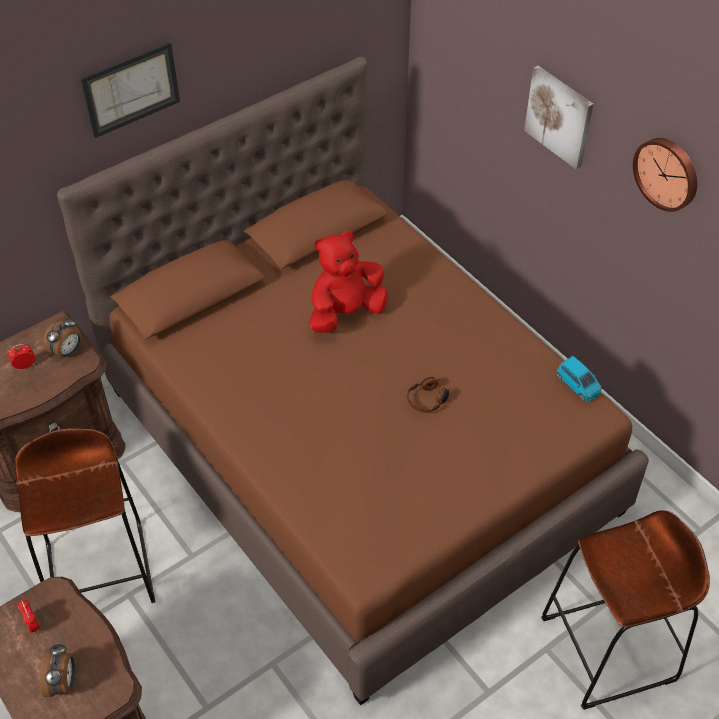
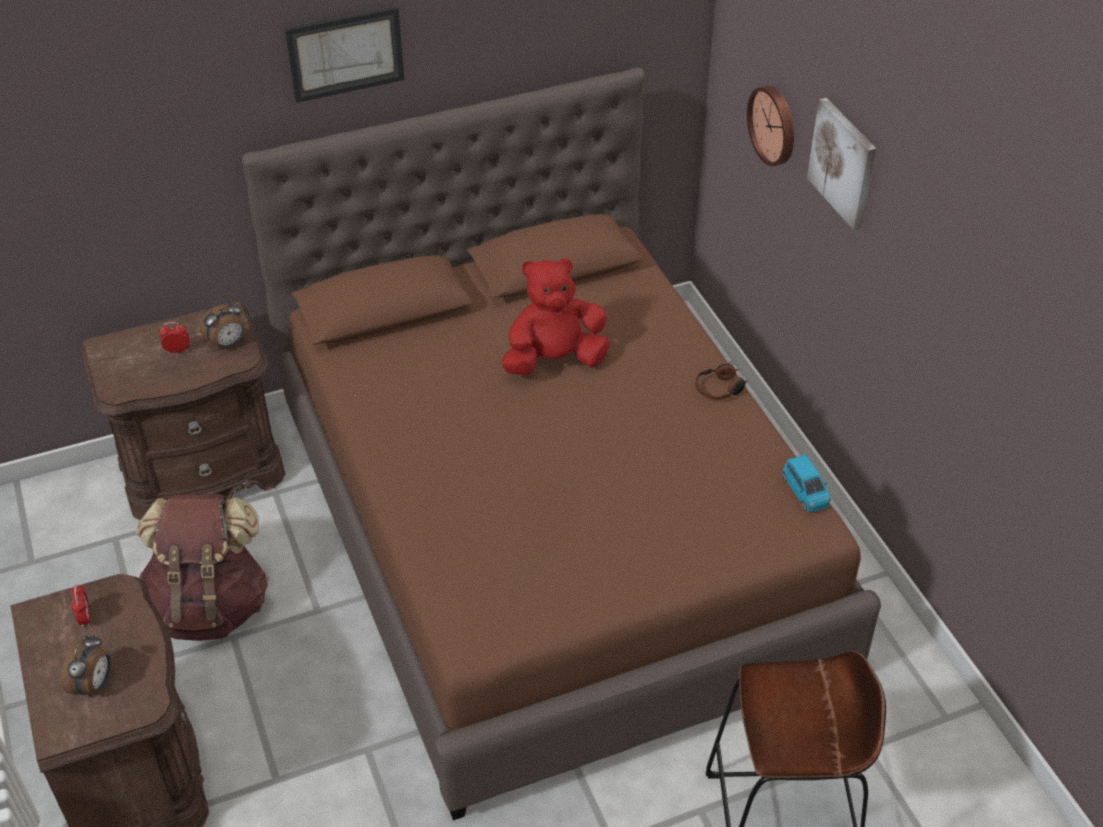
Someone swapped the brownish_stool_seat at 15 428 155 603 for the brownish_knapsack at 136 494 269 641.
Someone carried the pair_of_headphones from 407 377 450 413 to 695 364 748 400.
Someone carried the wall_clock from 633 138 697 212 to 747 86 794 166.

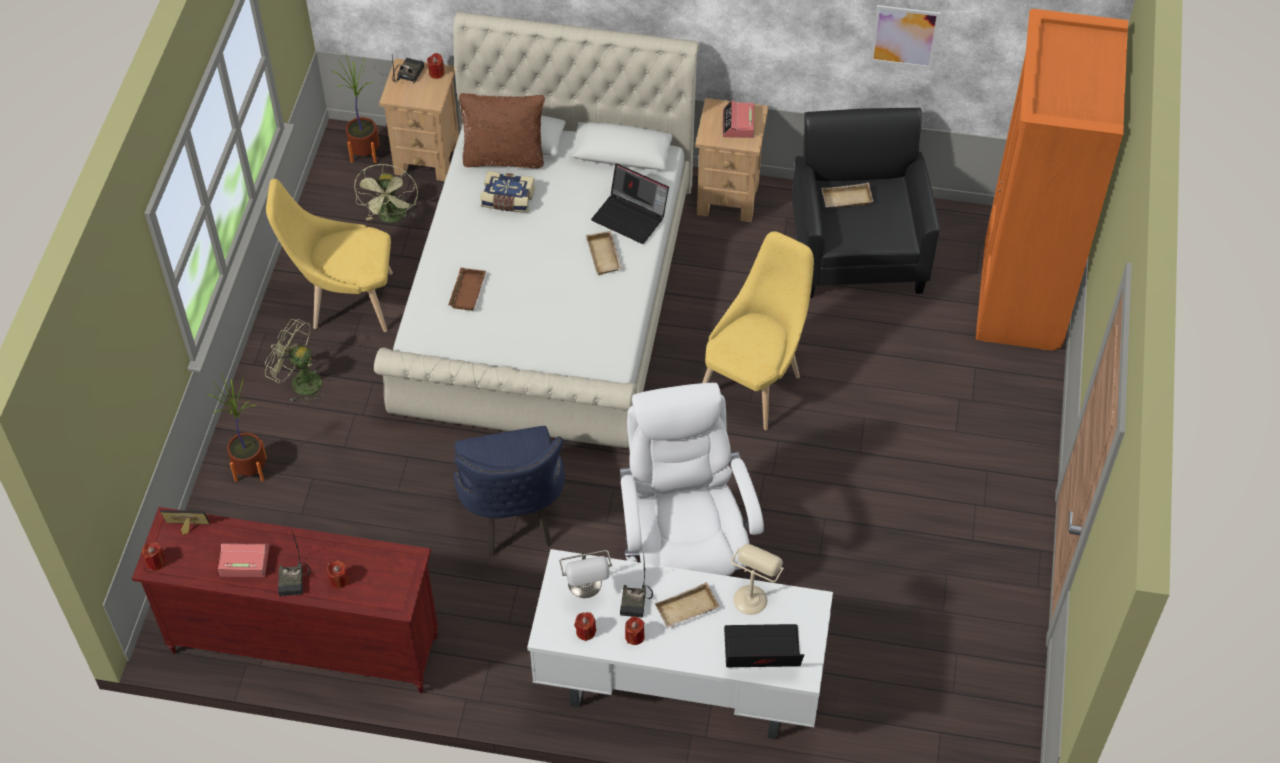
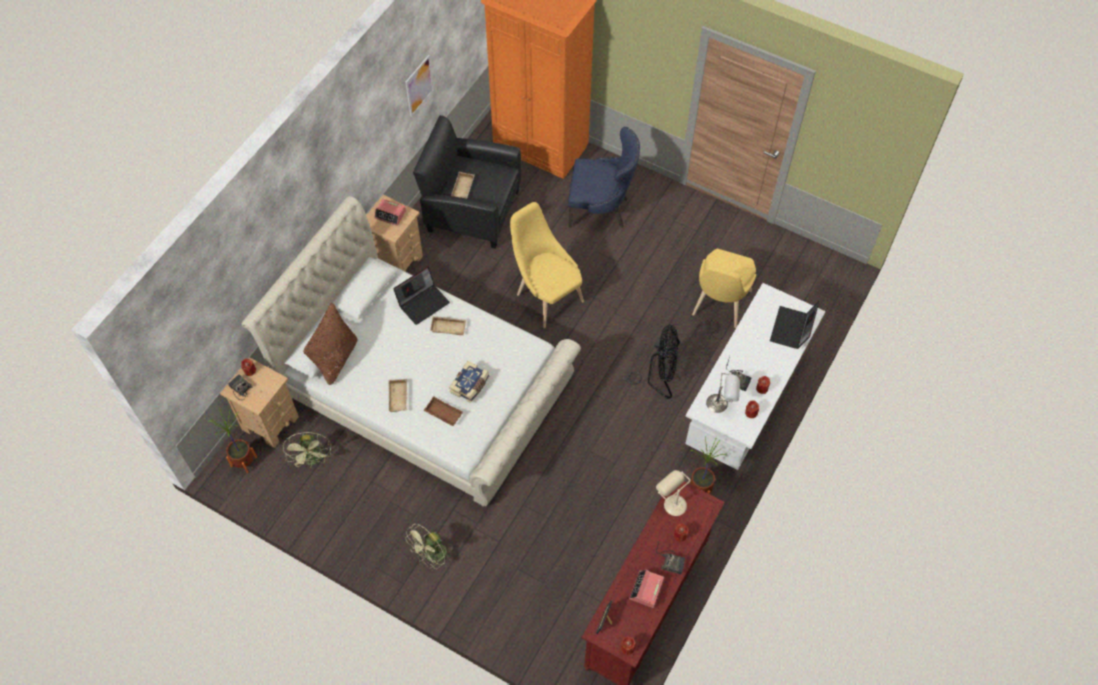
Someone rotated the green-coloured_electric_fan at 354 164 418 223 by 60 degrees clockwise.
Someone carried the beige_serving_tray from 654 582 720 628 to 389 379 407 412.
Someone carried the bound_book from 480 171 535 213 to 449 361 489 403.
Someone carried the blue_chair from 454 426 565 557 to 568 127 640 228.
Someone swapped the whitish_office_chair at 620 383 764 576 for the blackish_electric_fan at 624 324 680 400.
Someone carried the beige_tabletop_lamp from 731 544 784 615 to 656 470 690 516.
Someone carried the potted_plant from 206 374 267 482 to 690 436 726 494.
Someone carried the yellow_chair from 266 179 393 332 to 692 249 756 328.

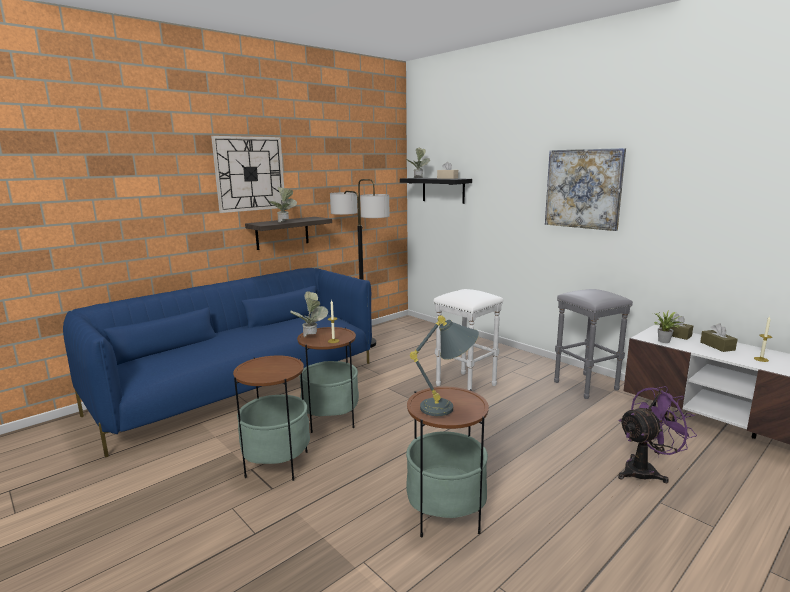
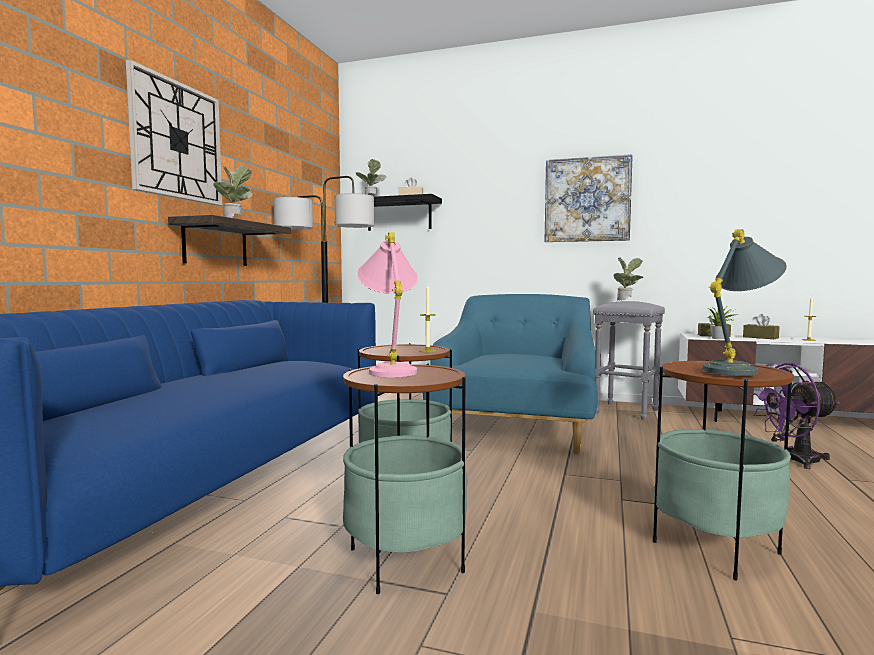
Someone put down the pink_tabletop_lamp at 357 232 418 378.
Someone swapped the whitish_stool_seat at 434 289 503 390 for the blue_lounge_chair at 423 294 598 454.
Someone carried the potted_plant from 290 291 328 337 to 614 258 643 301.
Someone rotated the purple_electric_fan at 618 386 697 483 by 135 degrees counterclockwise.

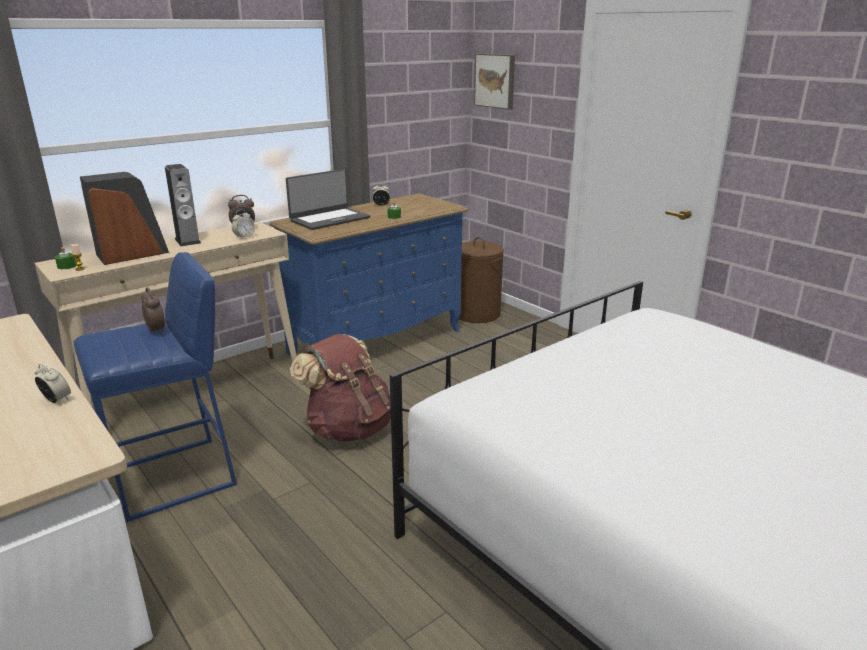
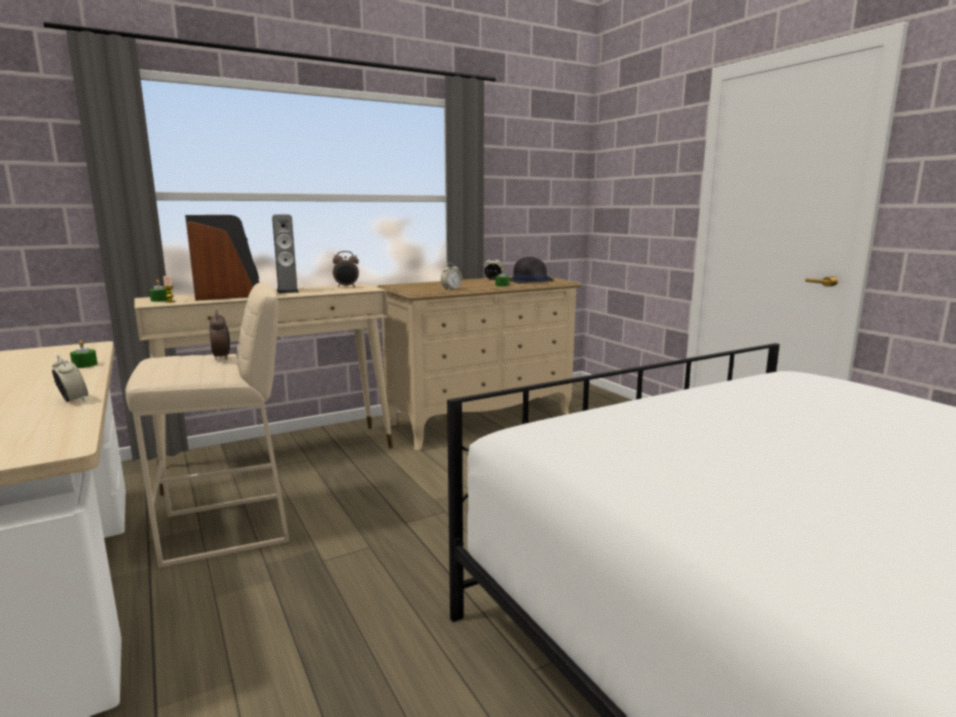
Someone put down the green-coloured_candle at 70 340 98 368.
Someone repainted the blue_stool_seat at 74 252 237 522, which became the beige_stool_seat at 126 282 289 568.
Someone repainted the blue_chest_of_drawers at 269 194 468 355, which became the beige_chest_of_drawers at 377 276 582 450.
Someone carried the table_clock from 232 210 255 239 to 441 263 462 289.
Someone put down the blackish_clothing_hat at 509 257 554 284.
Someone took away the laptop at 286 169 370 230.
Someone took away the brownish_knapsack at 290 334 391 442.
Someone took away the brownish_washing_basket at 459 237 504 323.
Someone took away the picture at 474 53 515 110.

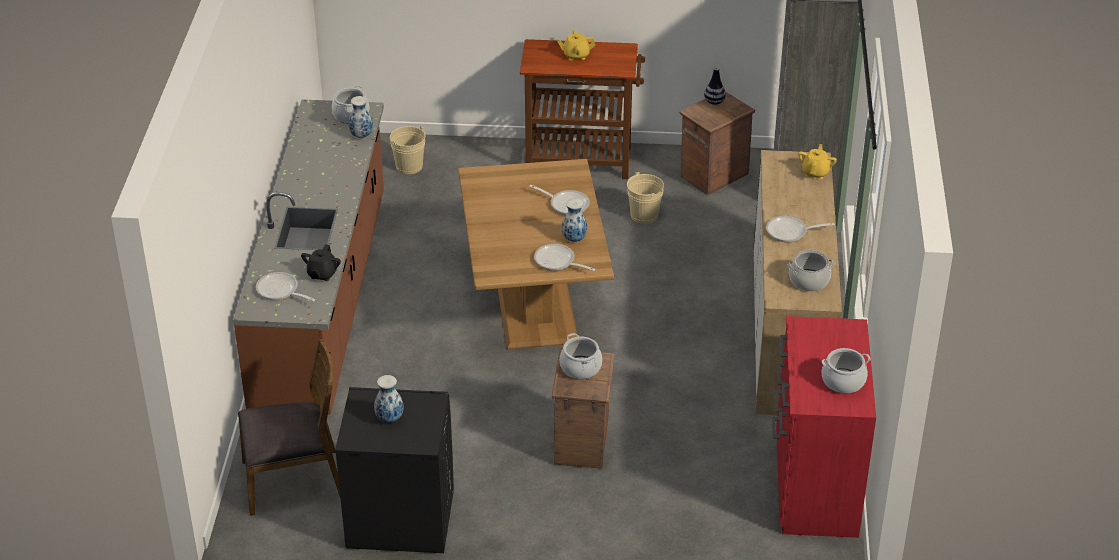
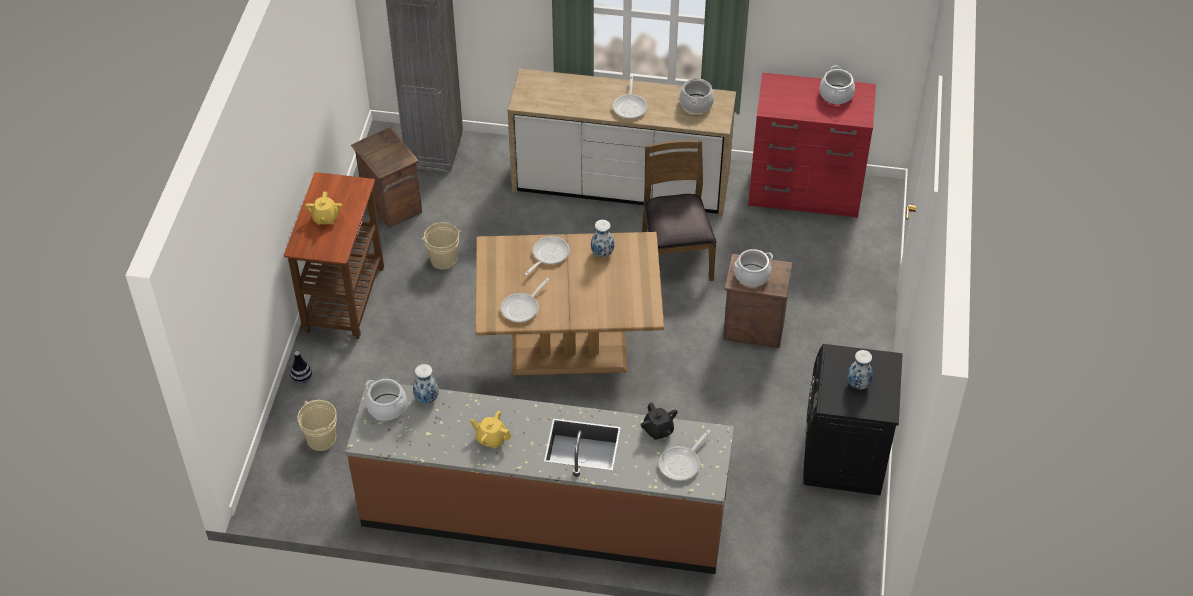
Someone carried the flower_vase from 704 67 726 105 to 290 351 312 383.
Someone carried the yellow_pot_for_tea from 798 144 837 179 to 470 411 511 448.
Someone carried the skillet from 534 244 595 271 to 501 278 550 322.
Someone rotated the blackish_pot_for_tea at 301 244 341 281 by 45 degrees clockwise.
Someone carried the brownish_chair from 238 339 340 516 to 642 140 717 281.

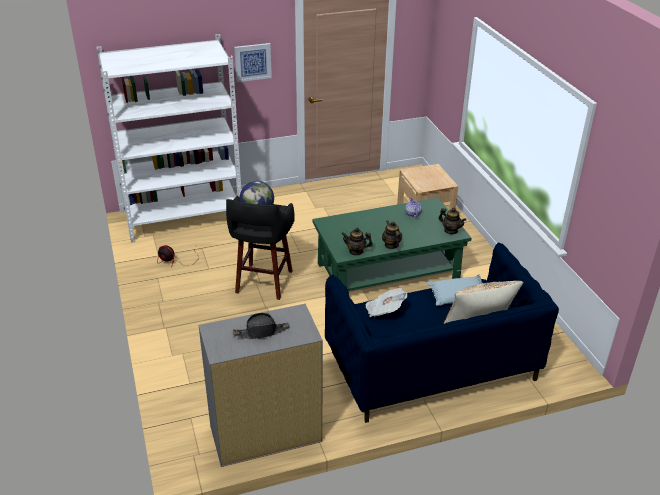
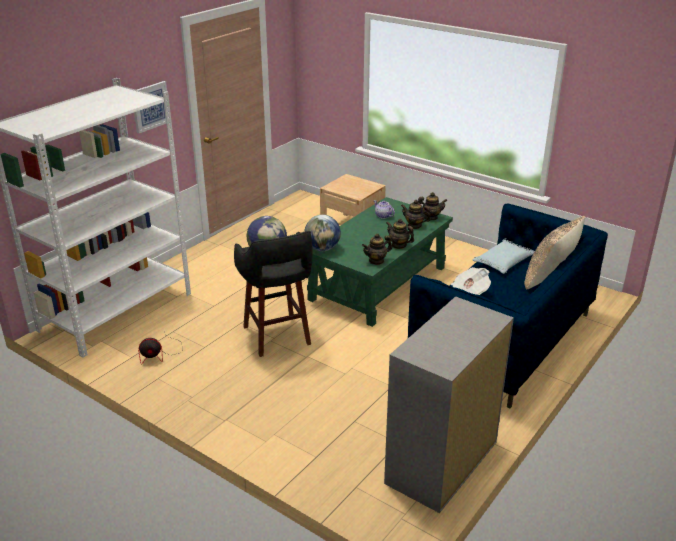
Someone put down the world_globe at 304 215 341 251.
Someone put down the pot_for_tea at 401 200 431 229.
Someone took away the blackish_clothing_hat at 233 313 290 339.

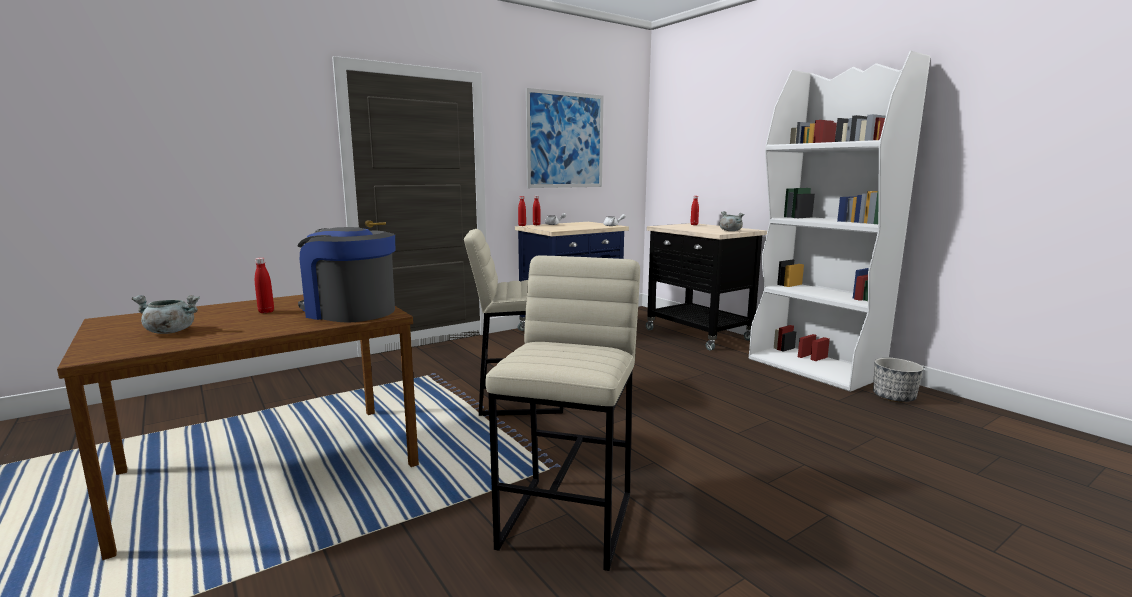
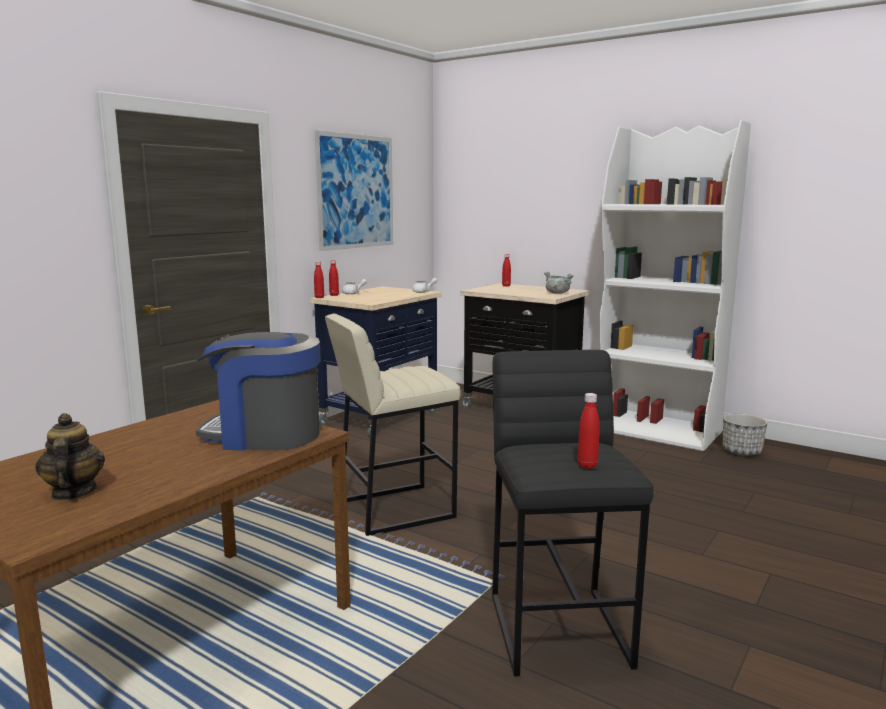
Someone swapped the gray_cooking_pot at 132 295 200 334 for the pot_for_tea at 35 413 105 500.
Someone repainted the beige_stool_seat at 485 256 640 571, which became the blackish_stool_seat at 492 350 654 677.
Someone carried the red-coloured_beverage_bottle from 255 258 274 313 to 578 393 600 469.

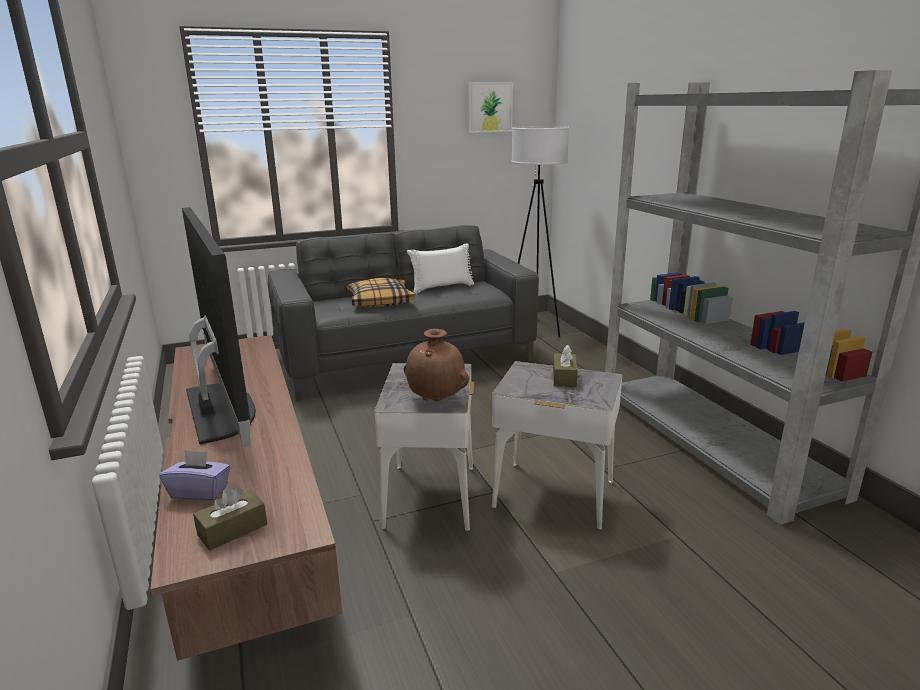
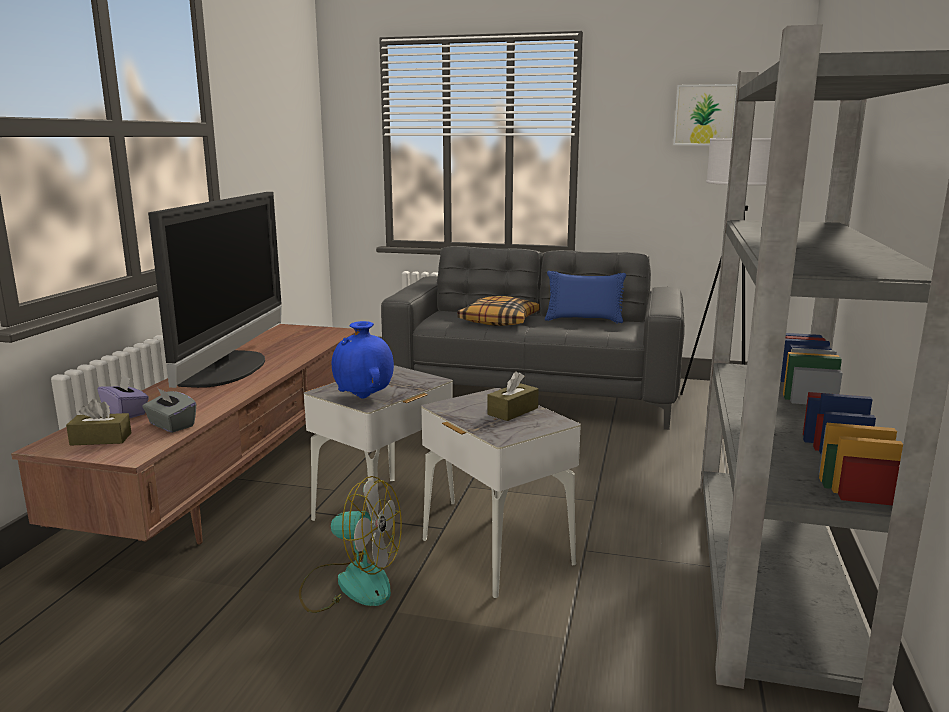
Someone put down the gray_box_of_tissues at 142 388 196 433.
Someone put down the electric_fan at 299 476 402 613.
Someone repainted the brownish_flower_vase at 404 329 469 401, which became the blue_flower_vase at 332 321 394 398.
Someone repainted the whitish_pillow at 407 243 474 294, which became the blue_pillow at 545 271 626 323.

